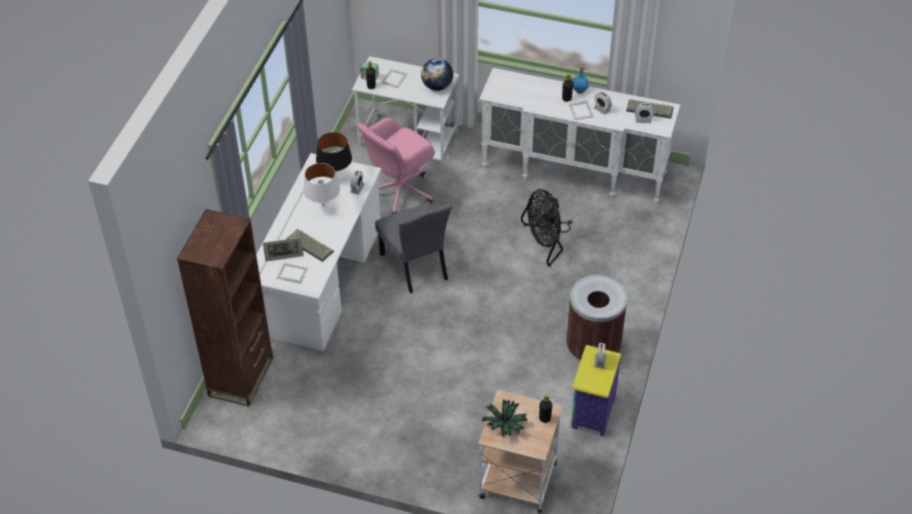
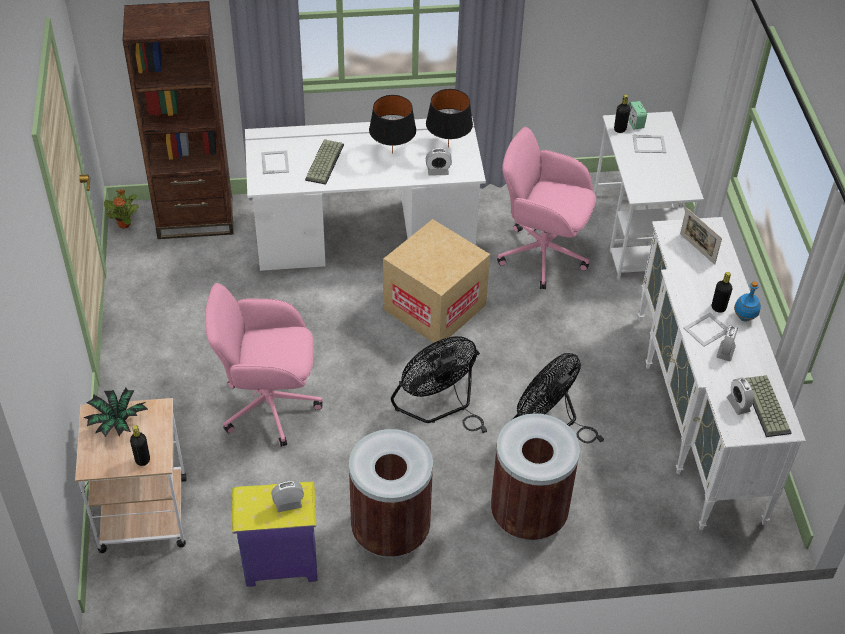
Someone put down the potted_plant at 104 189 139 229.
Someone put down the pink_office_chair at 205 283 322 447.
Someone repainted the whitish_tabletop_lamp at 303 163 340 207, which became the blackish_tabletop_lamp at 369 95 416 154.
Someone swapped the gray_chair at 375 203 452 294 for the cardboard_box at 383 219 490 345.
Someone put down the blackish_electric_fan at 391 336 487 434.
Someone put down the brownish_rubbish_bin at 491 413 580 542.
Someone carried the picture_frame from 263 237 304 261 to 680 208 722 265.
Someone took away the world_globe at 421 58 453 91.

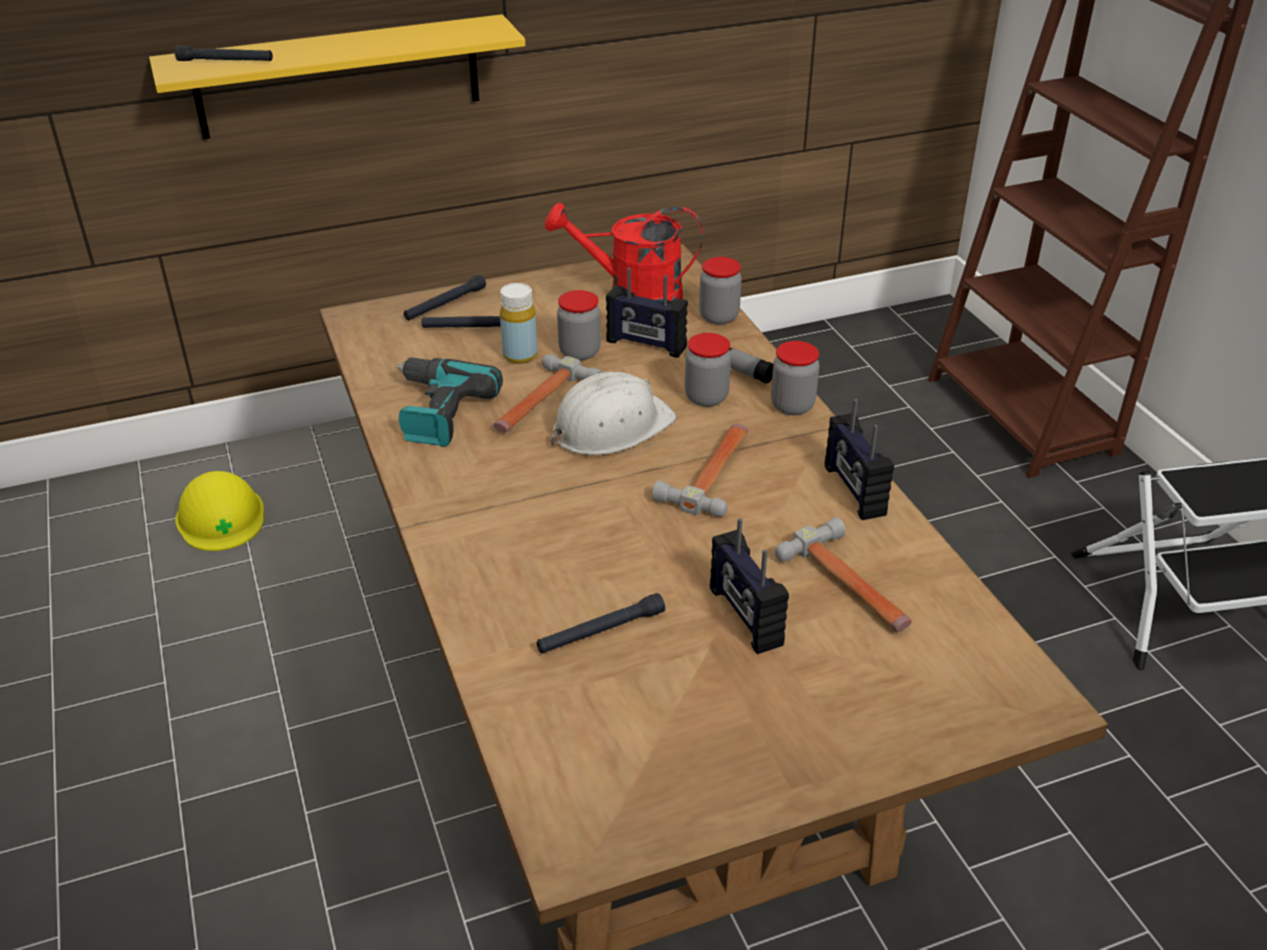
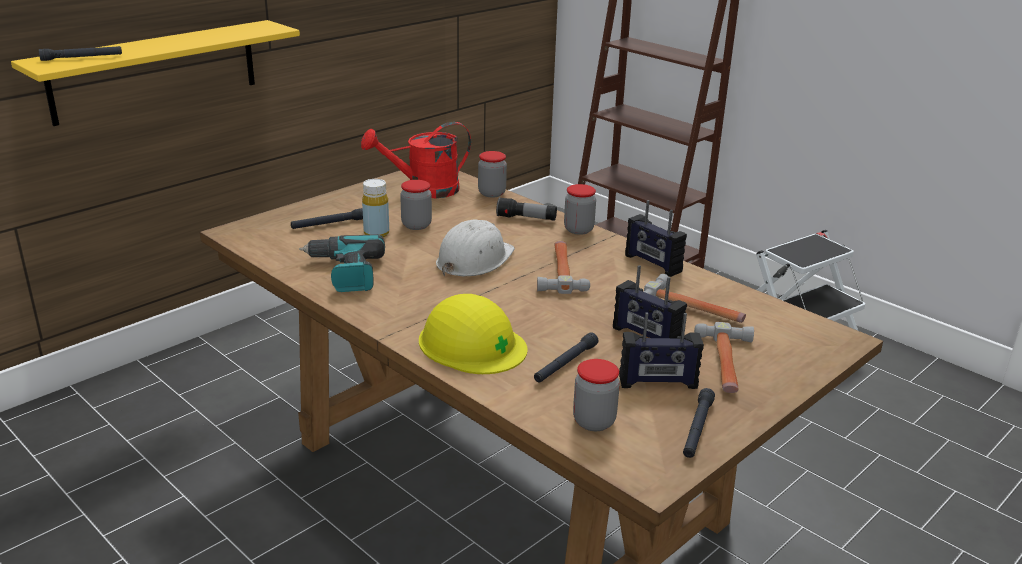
Someone carried the yellow_safety_helmet from 175 471 264 551 to 419 294 528 374.
Someone carried the preserve_jar from 685 333 731 407 to 573 359 620 431.
Someone carried the radio from 606 268 688 358 to 619 312 704 389.
Someone carried the blackish_torch from 404 275 486 320 to 683 388 715 458.
Someone carried the hand_hammer from 493 354 603 432 to 694 322 754 393.

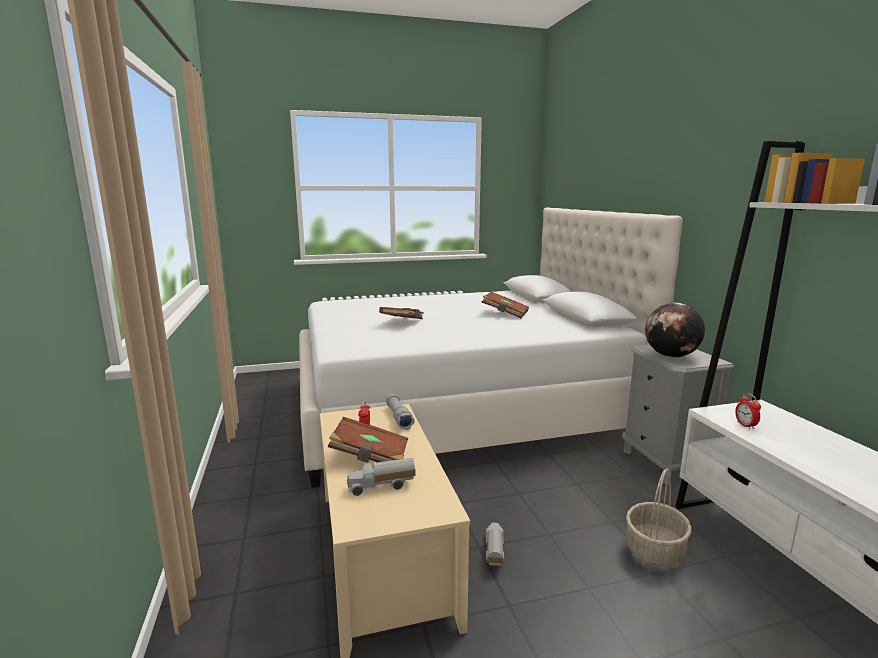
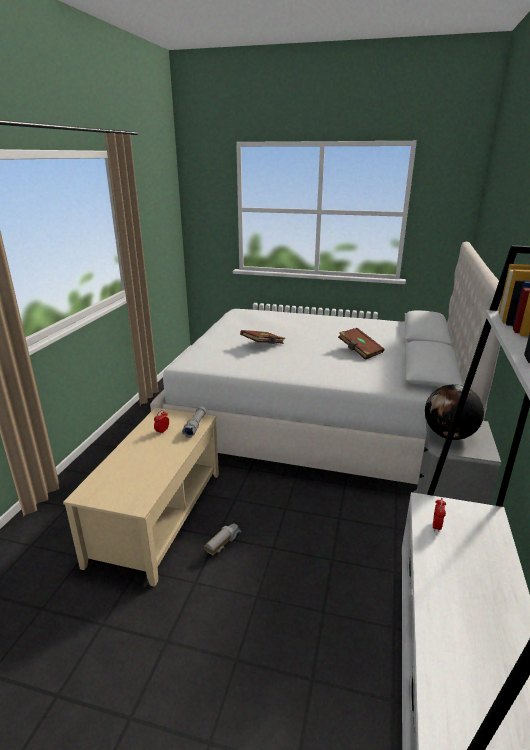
Someone took away the brownish_bound_book at 328 417 408 463.
Someone took away the toy_truck at 347 458 416 496.
Someone took away the household_basket at 626 469 691 567.

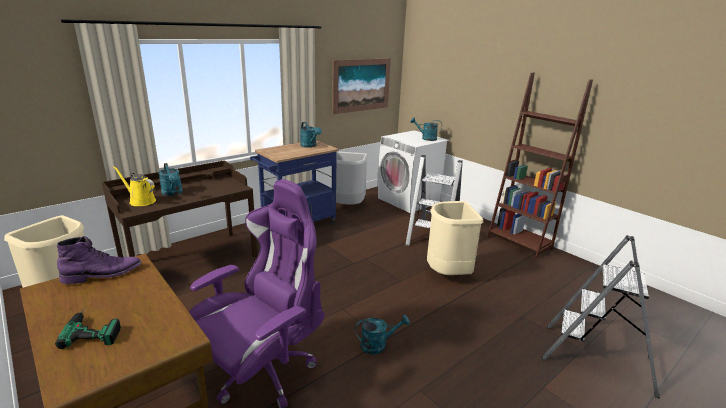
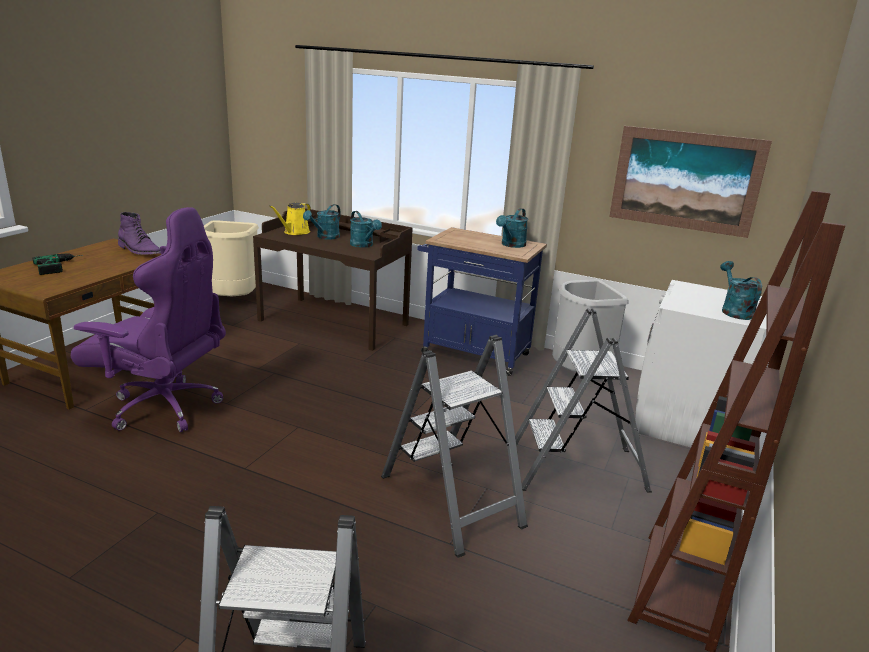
Someone rotated the yellow_sprinkling_can at 113 166 156 206 by 150 degrees counterclockwise.
Someone carried the blue-green_sprinkling_can from 355 315 410 354 to 350 211 382 248.
Someone swapped the beige_rubbish_bin at 427 201 483 275 for the gray_step_ladder at 381 335 528 558.

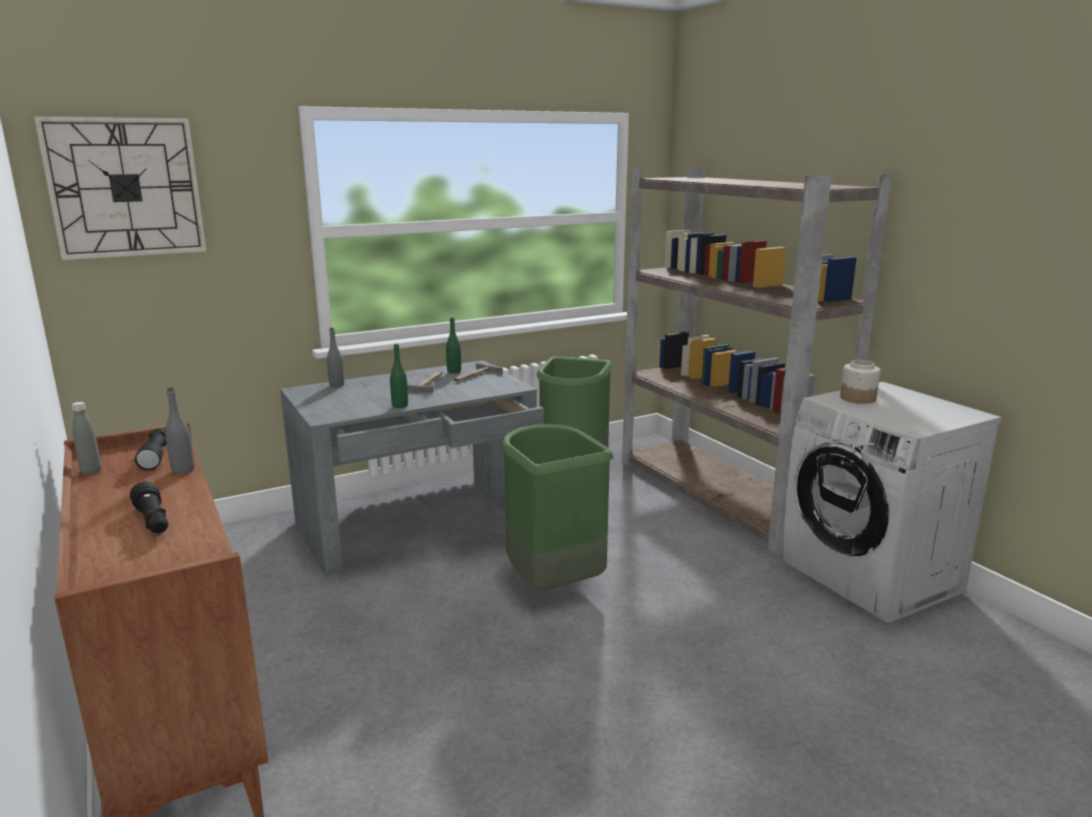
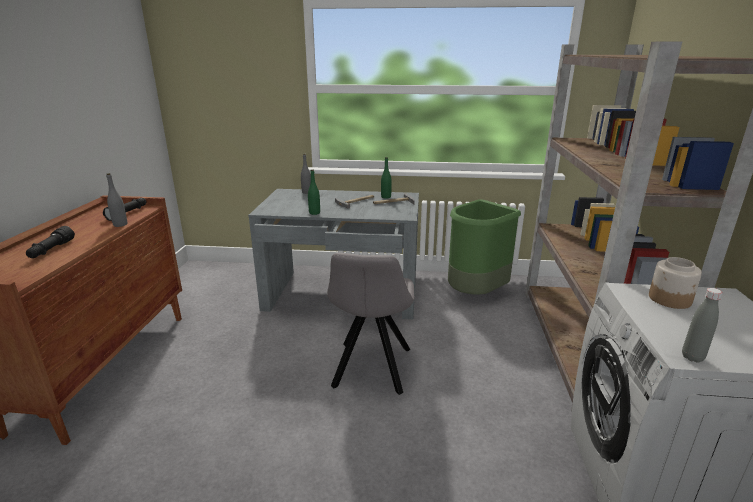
Someone swapped the green-coloured_rubbish_bin at 501 424 613 591 for the gray_chair at 327 253 414 395.
Someone carried the gray_beverage_bottle from 71 402 101 474 to 682 288 723 362.
Someone took away the wall_clock at 34 116 207 260.

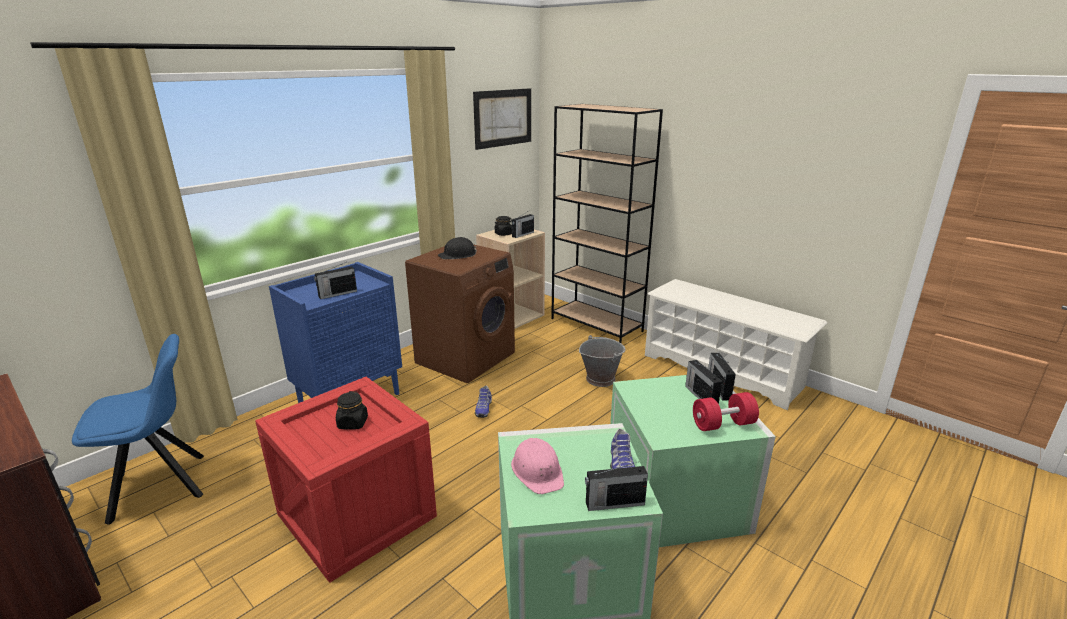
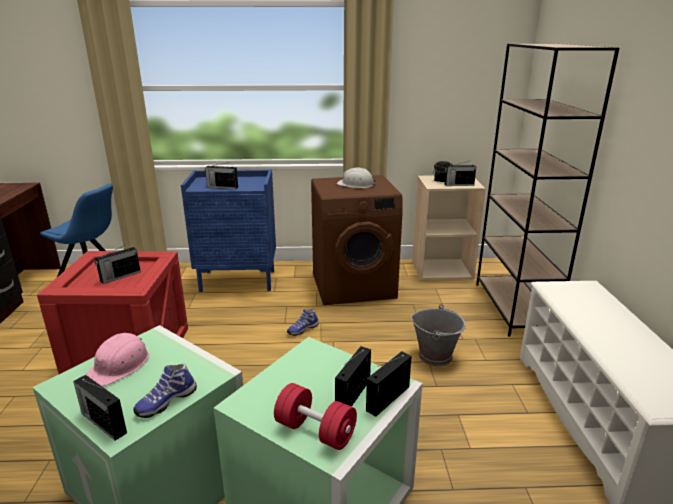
Someone swapped the blackish_preserve_jar at 336 391 368 430 for the radio at 95 243 141 284.
Someone repainted the blackish_safety_helmet at 438 237 477 259, which became the whitish_safety_helmet at 337 167 377 188.
Someone took away the picture at 473 88 531 150.

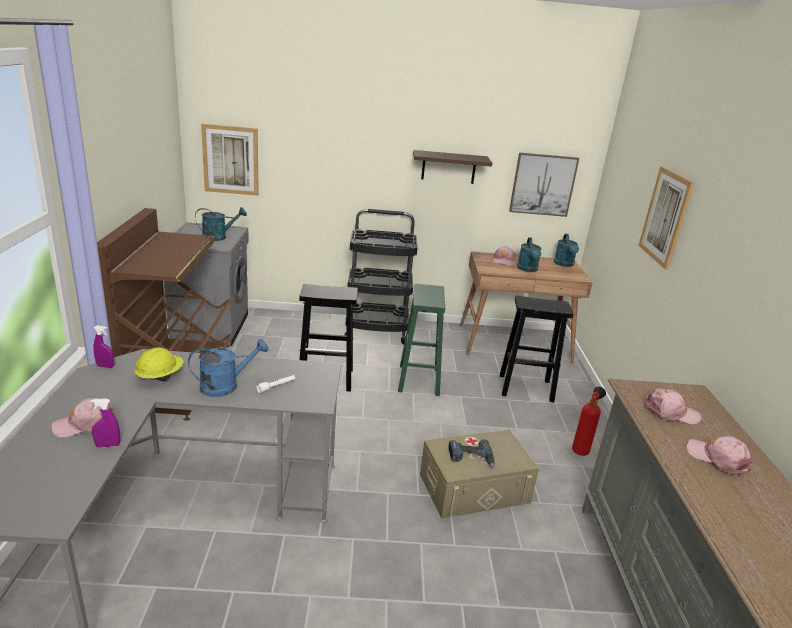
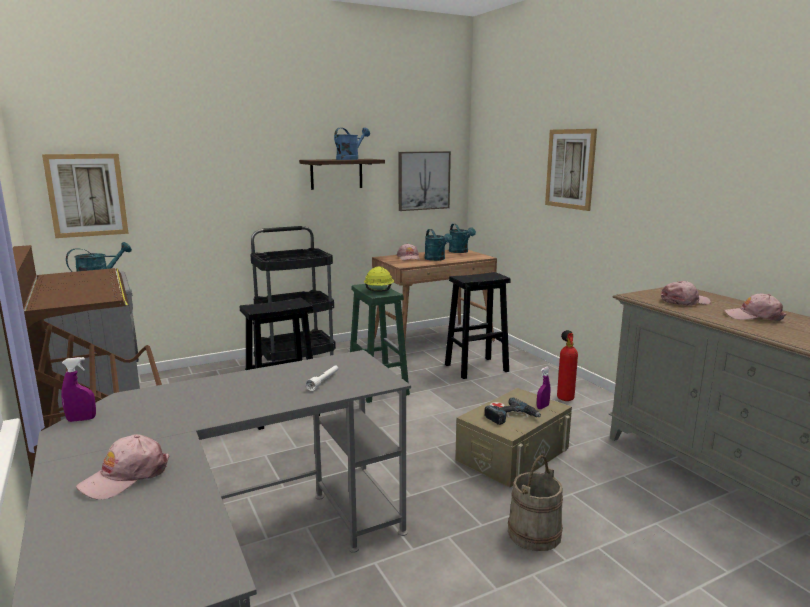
Someone carried the blue_sprinkling_can from 188 339 268 397 to 334 128 370 160.
Someone carried the yellow_safety_helmet from 134 347 183 382 to 364 266 394 292.
Someone put down the beige_bucket at 508 455 563 551.
Someone carried the purple_sprayer from 91 398 120 448 to 537 367 551 409.

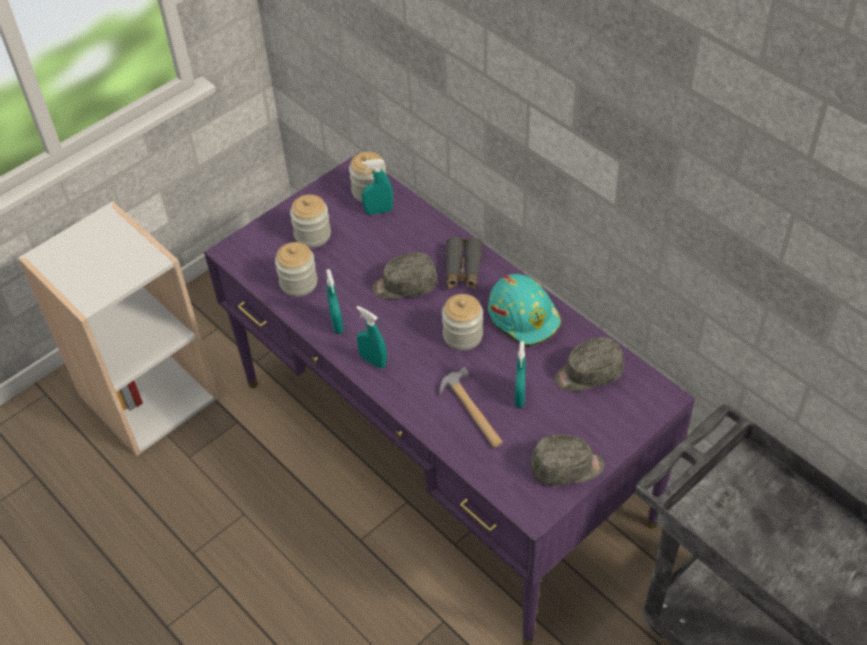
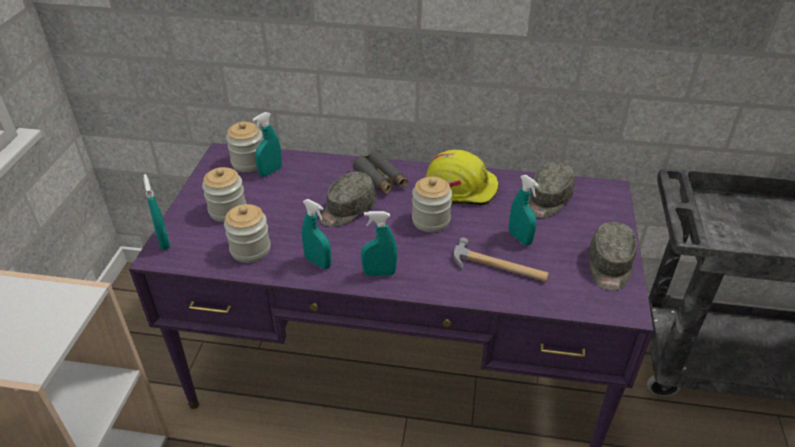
Someone put down the blue-green_sprayer at 143 174 170 250.
Someone repainted the blue-green_safety_helmet at 488 274 562 347, which became the yellow_safety_helmet at 425 150 499 206.
Someone rotated the gray_peaked_cap at 530 434 604 486 by 150 degrees clockwise.

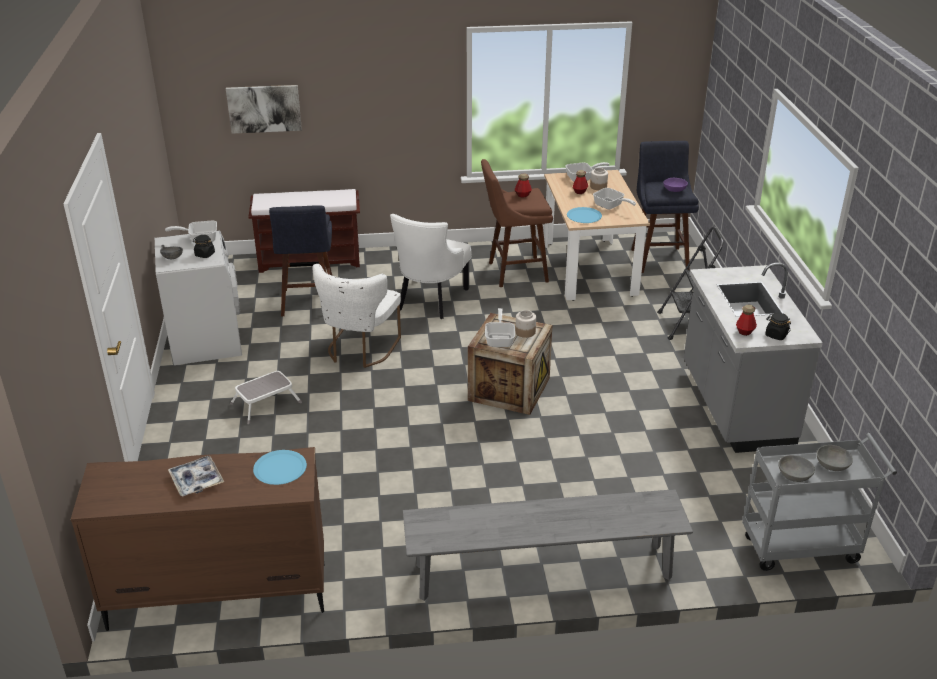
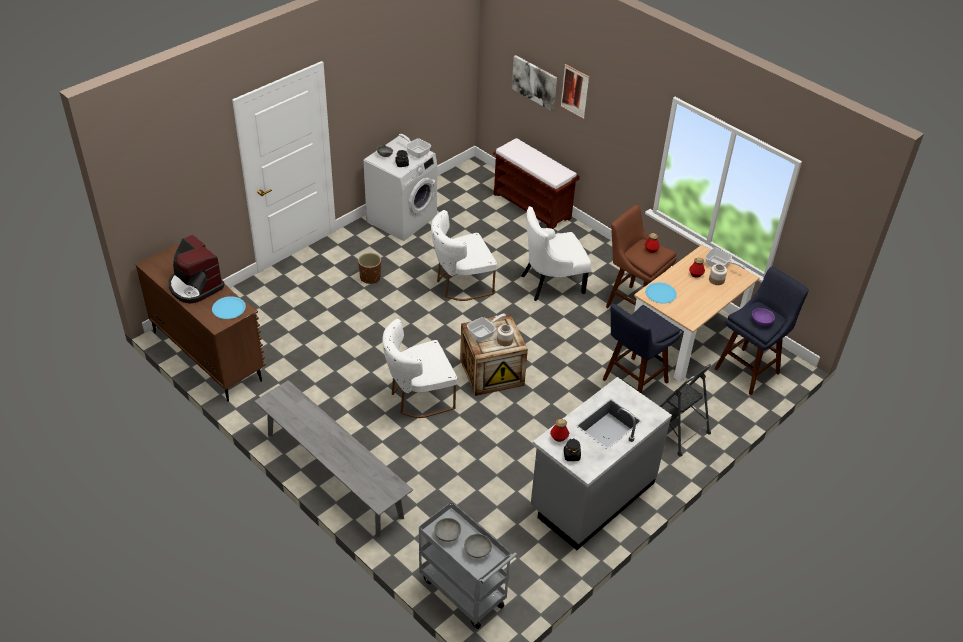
Someone swapped the serving_tray at 168 456 224 497 for the coffee_brewer at 168 235 224 303.
Someone swapped the gray_step_ladder at 230 371 302 424 for the brownish_planter at 358 253 381 284.
Someone put down the whitish_chair at 382 319 457 418.
Someone put up the picture at 561 64 589 119.
Someone carried the blue_stool_seat from 269 205 332 316 to 603 304 680 394.
Someone took away the skillet at 593 188 636 210.

